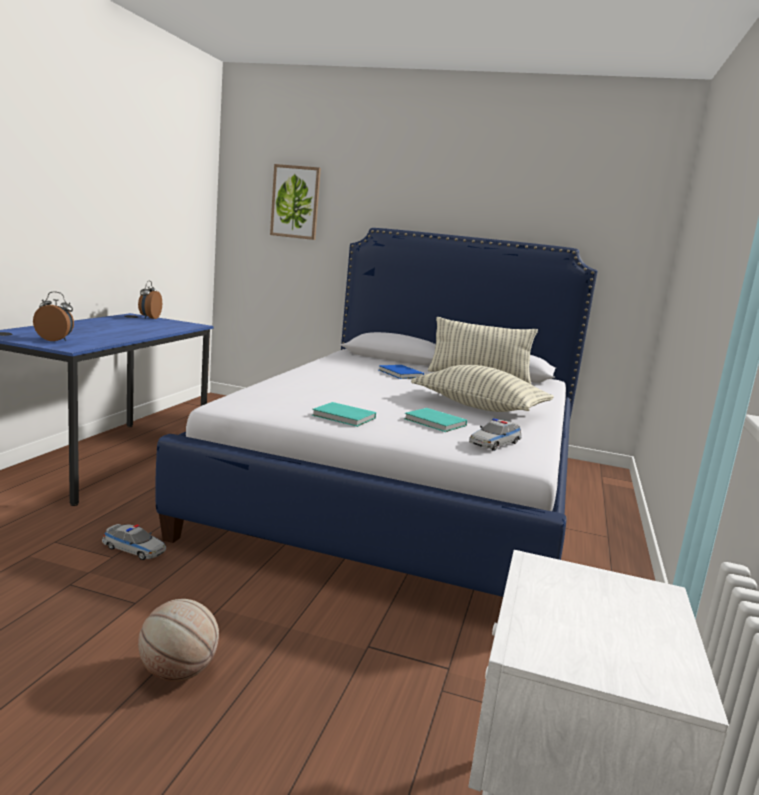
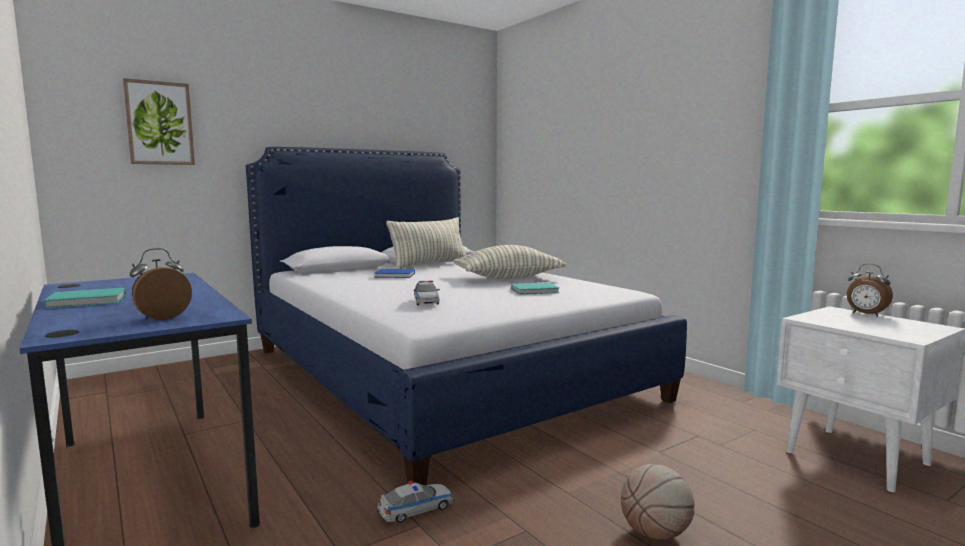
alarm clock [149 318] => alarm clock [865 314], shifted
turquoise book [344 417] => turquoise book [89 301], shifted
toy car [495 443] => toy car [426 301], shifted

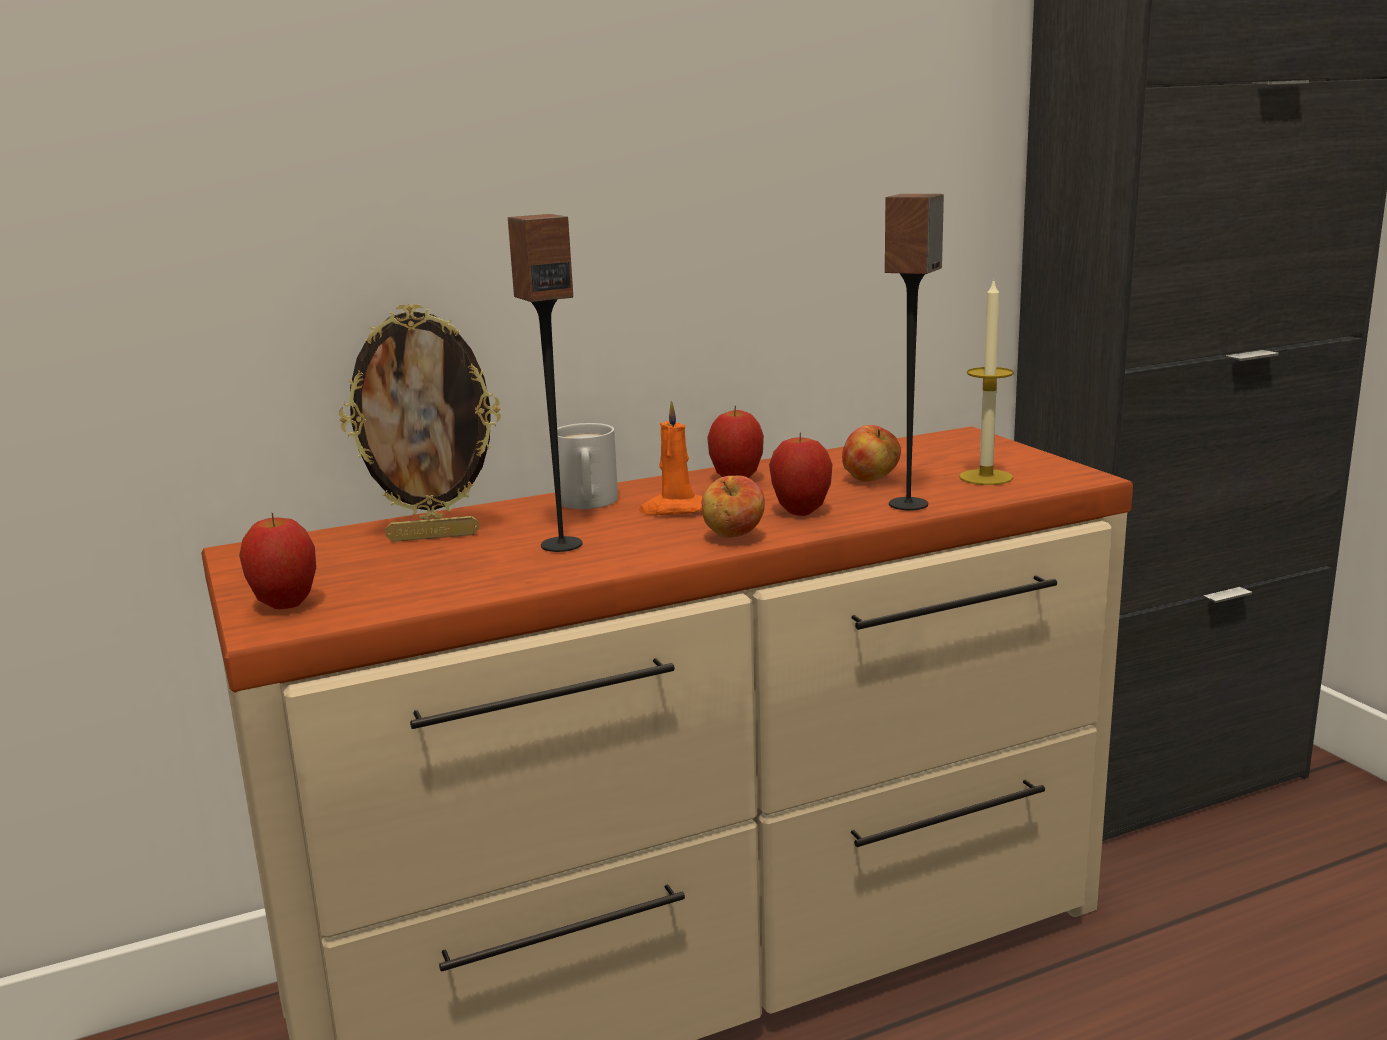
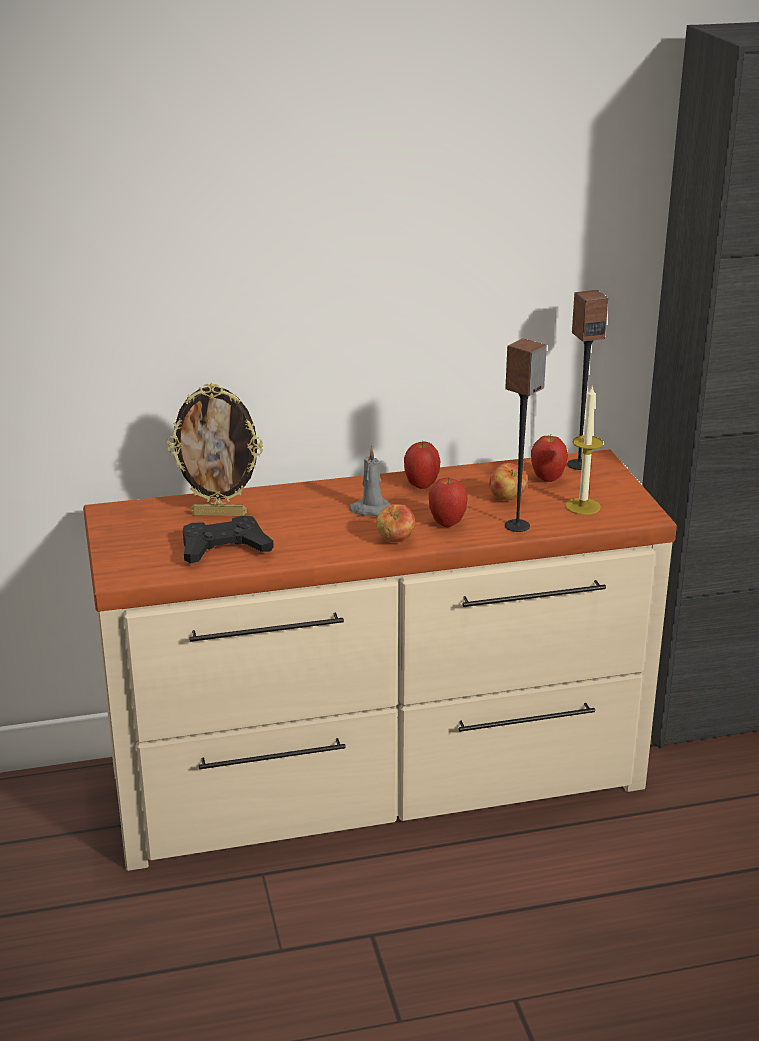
white mug [588 504] => nothing
nothing => black game controller [224 548]
apple [285 605] => apple [547 479], shifted
speaker [561 544] => speaker [578 464], shifted
orange candle [673 509] => grey candle [369 509]

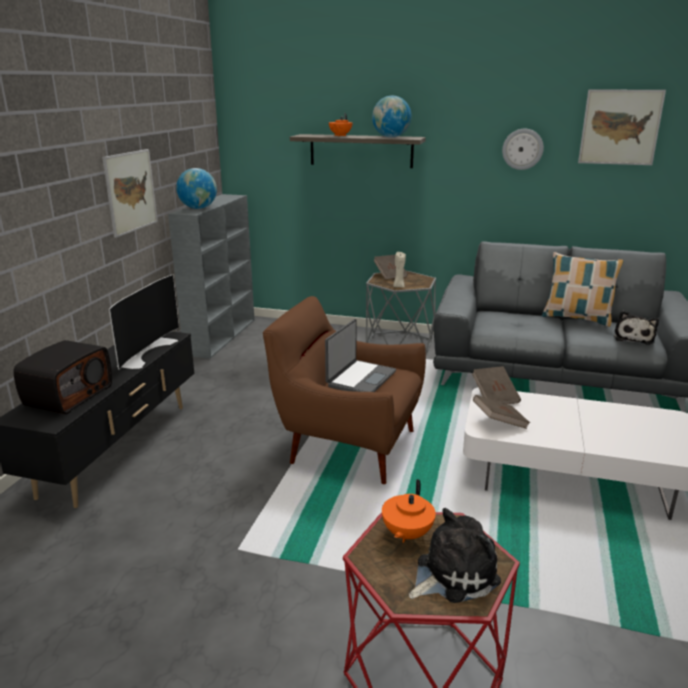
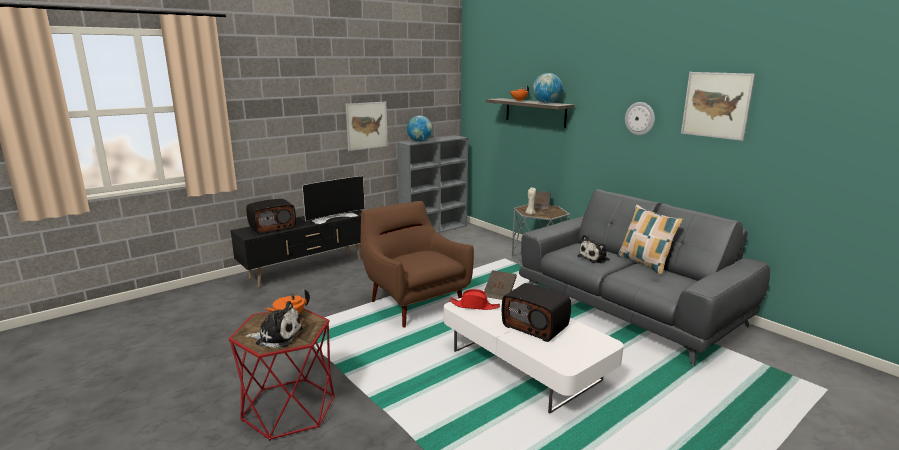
laptop [360 378] => nothing
nothing => radio [536 326]
plush toy [633 338] => plush toy [595 258], shifted
brown book [499 422] => red hat [474 306]

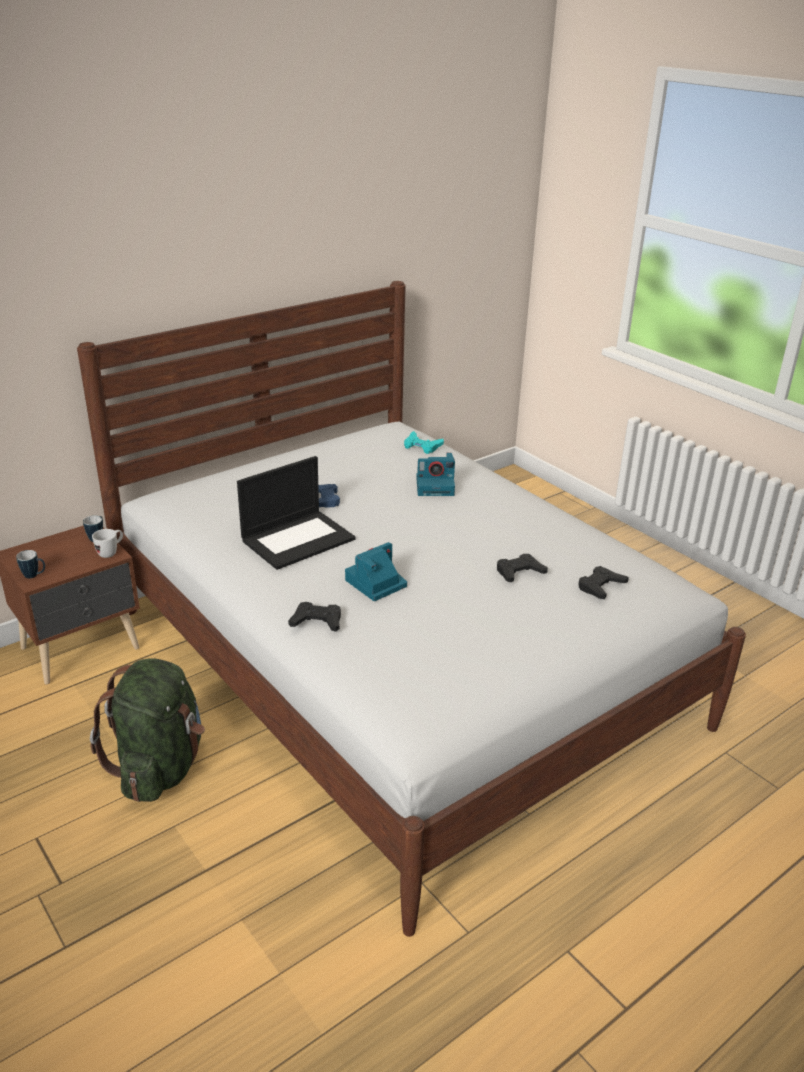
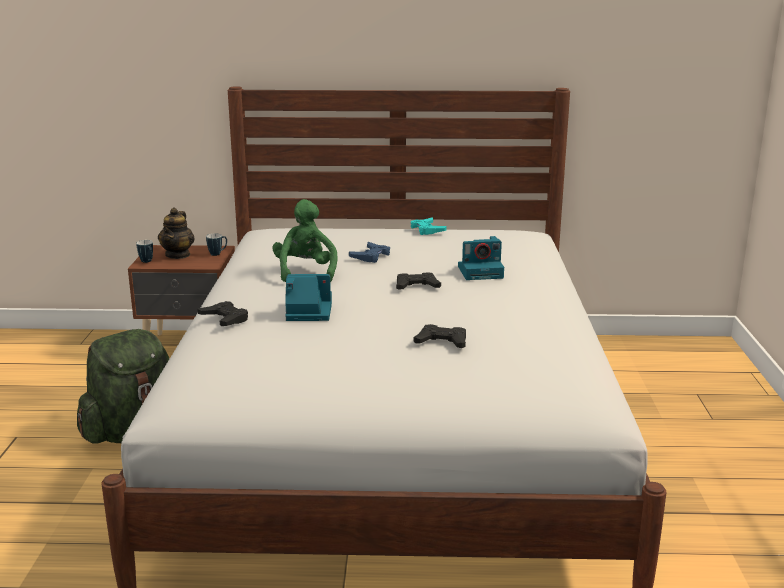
white mug [111 553] => nothing
nothing => teapot [178 255]
turquoise game controller [422 446] => turquoise game controller [427 230], shifted
black game controller [600 586] => black game controller [416 286], shifted
laptop [298 539] => green plush toy [305 272]
photo camera [436 486] => photo camera [481 272], 45 degrees counterclockwise

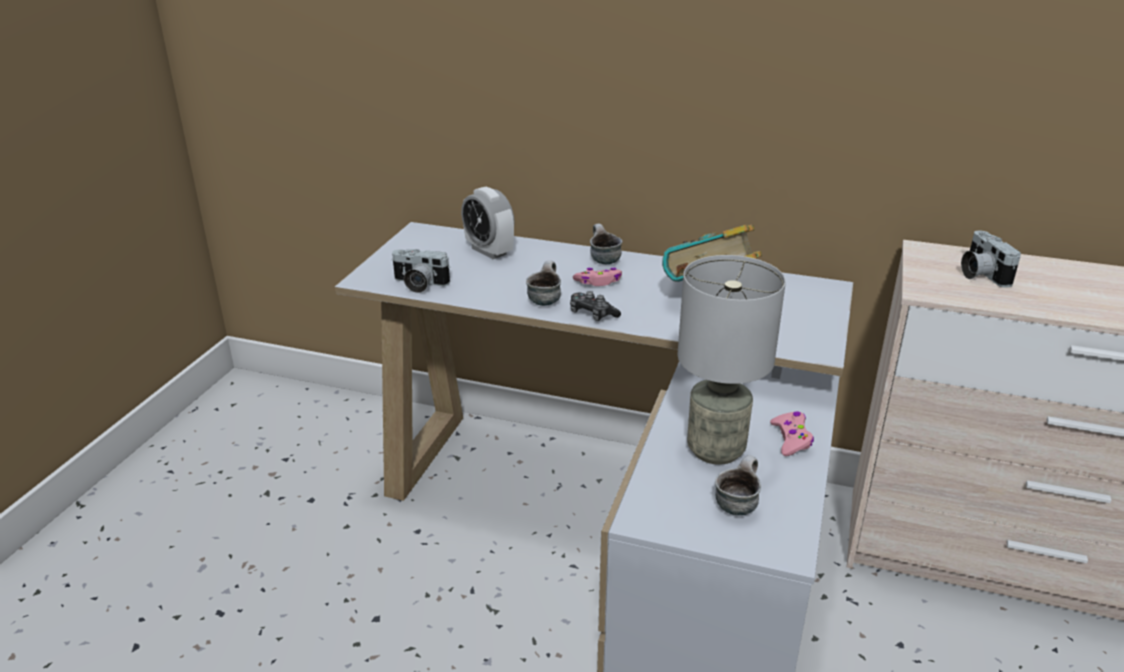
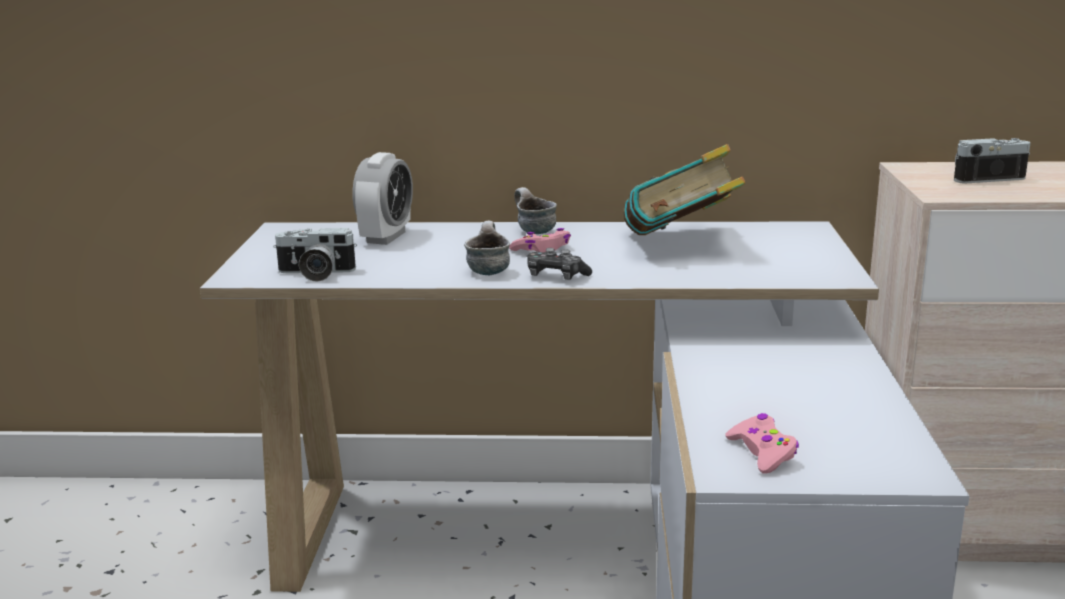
grey table lamp [715 449] => nothing
mug [736 503] => nothing
pink game controller [791 439] => pink game controller [762 452], shifted
alarm clock [489 251] => alarm clock [386 237], 105 degrees counterclockwise
photo camera [980 274] => photo camera [983 178], 105 degrees clockwise

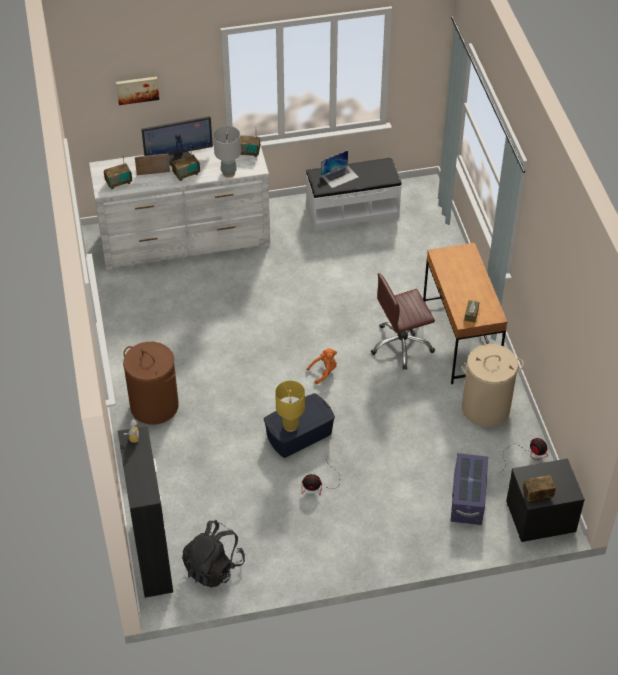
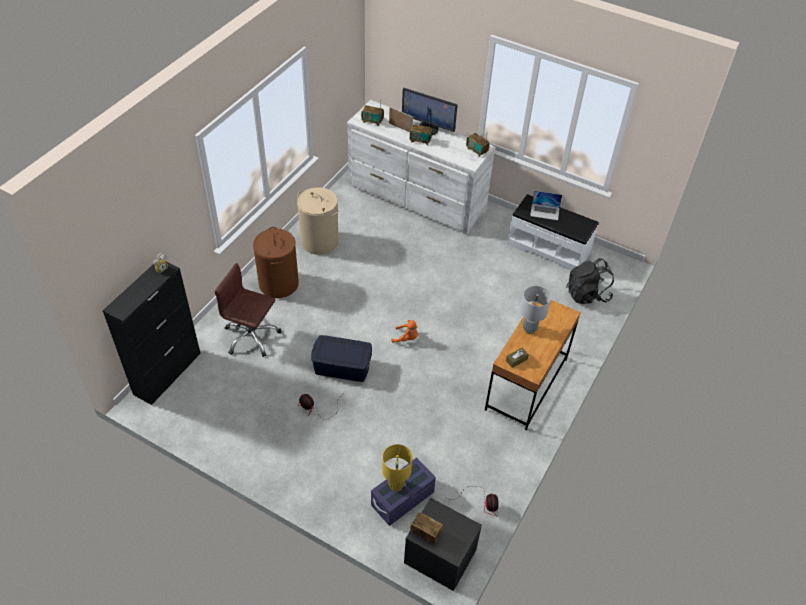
picture [137 89] => nothing
black backpack [214 567] => black backpack [587 294], shifted
grey table lamp [229 173] => grey table lamp [529 329], shifted
yellow table lamp [290 426] => yellow table lamp [396 485], shifted
brown office chair [401 345] => brown office chair [251 337], shifted
beige laundry basket [485 408] => beige laundry basket [320 241], shifted

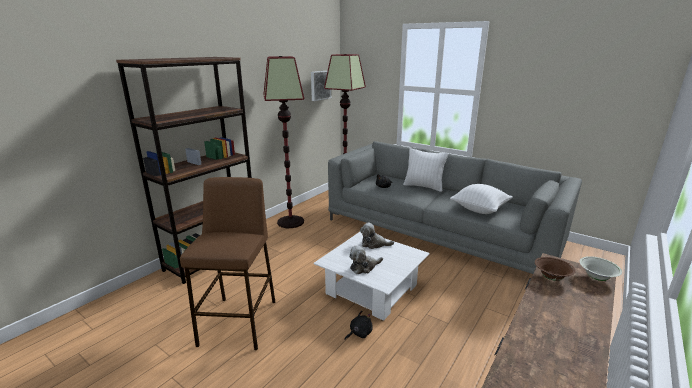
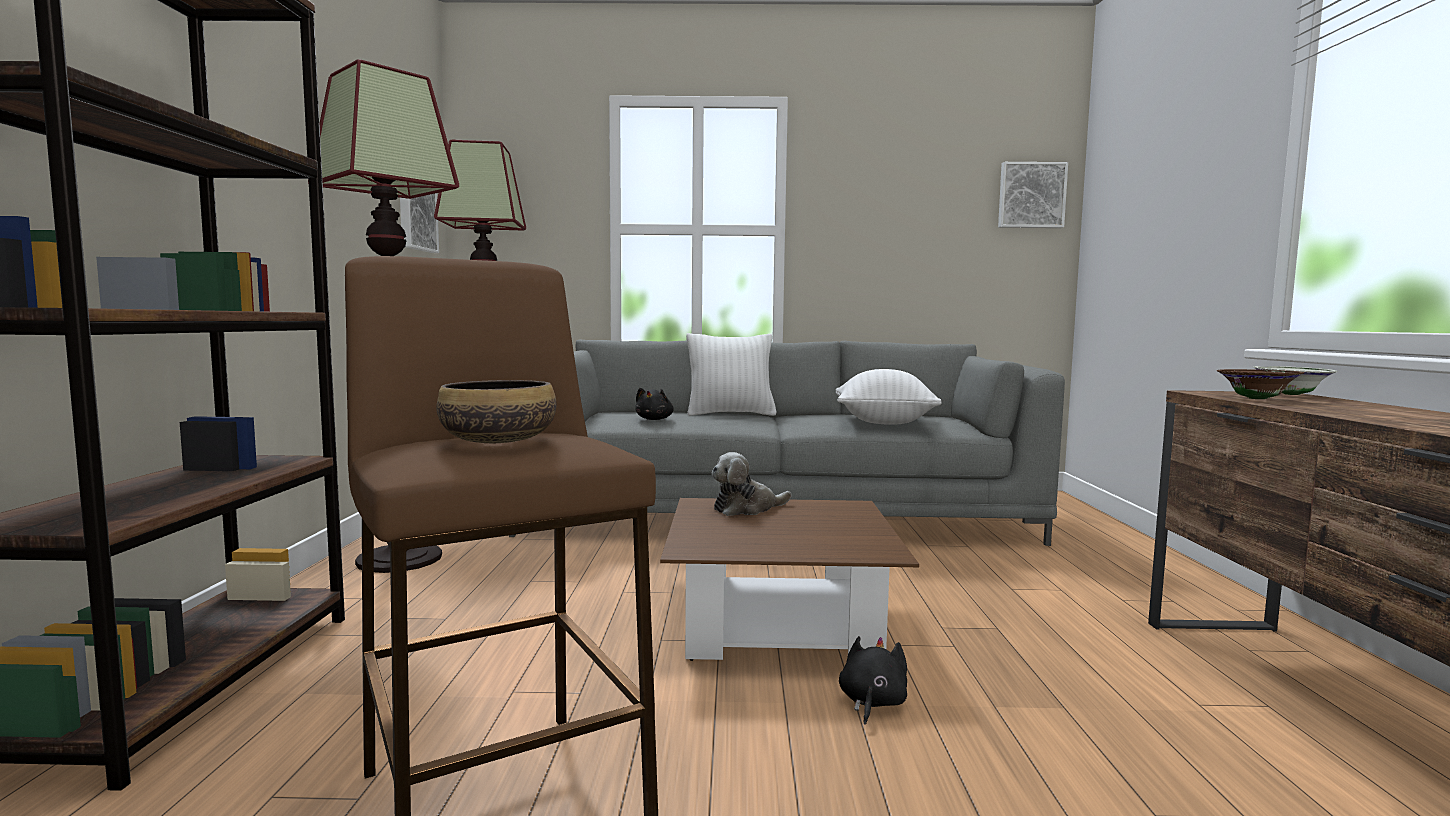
plush toy [364 267] => nothing
nothing => bowl [499 441]
nothing => picture [1031 195]
white coffee table [371 289] => brown coffee table [779 622]

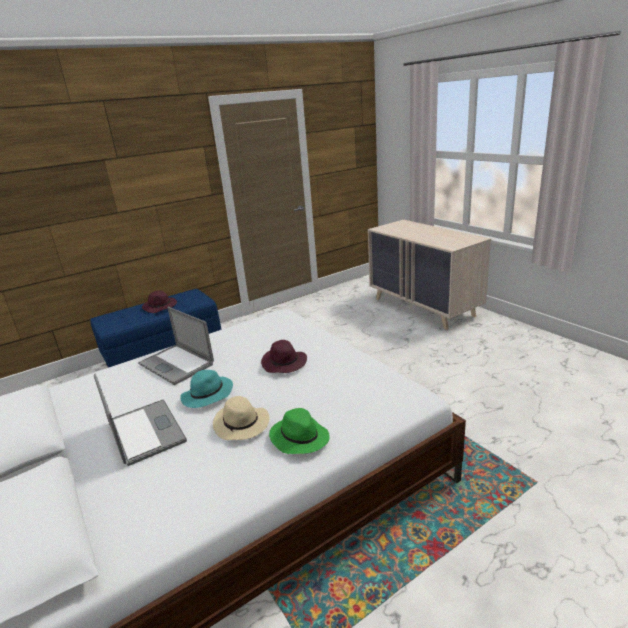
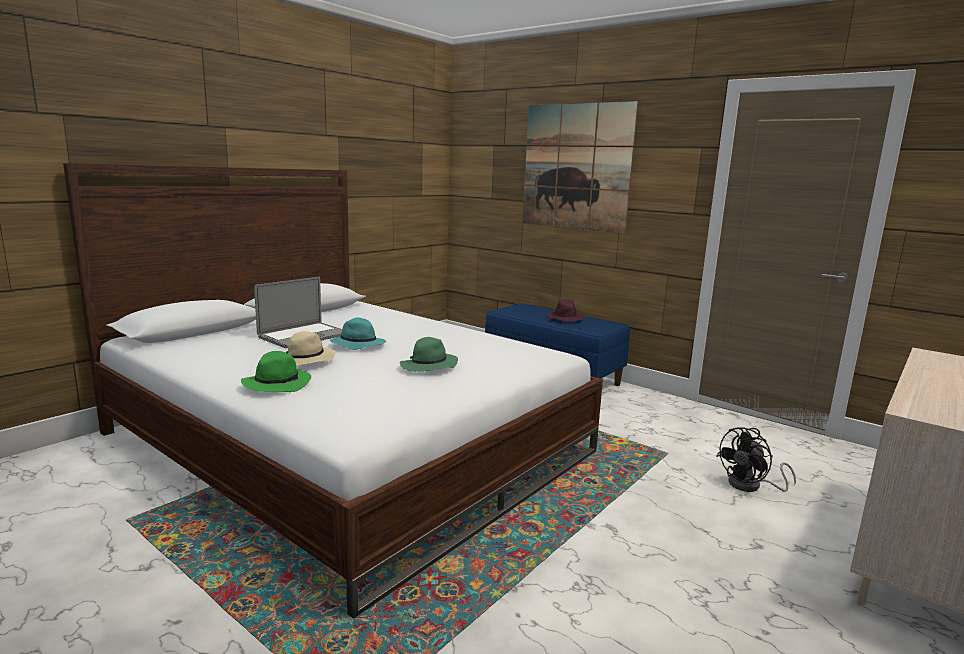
laptop [176 364] => nothing
nothing => picture [576 167]
nothing => black fan [751 486]
purple hat [284 363] => green hat [428 367]

